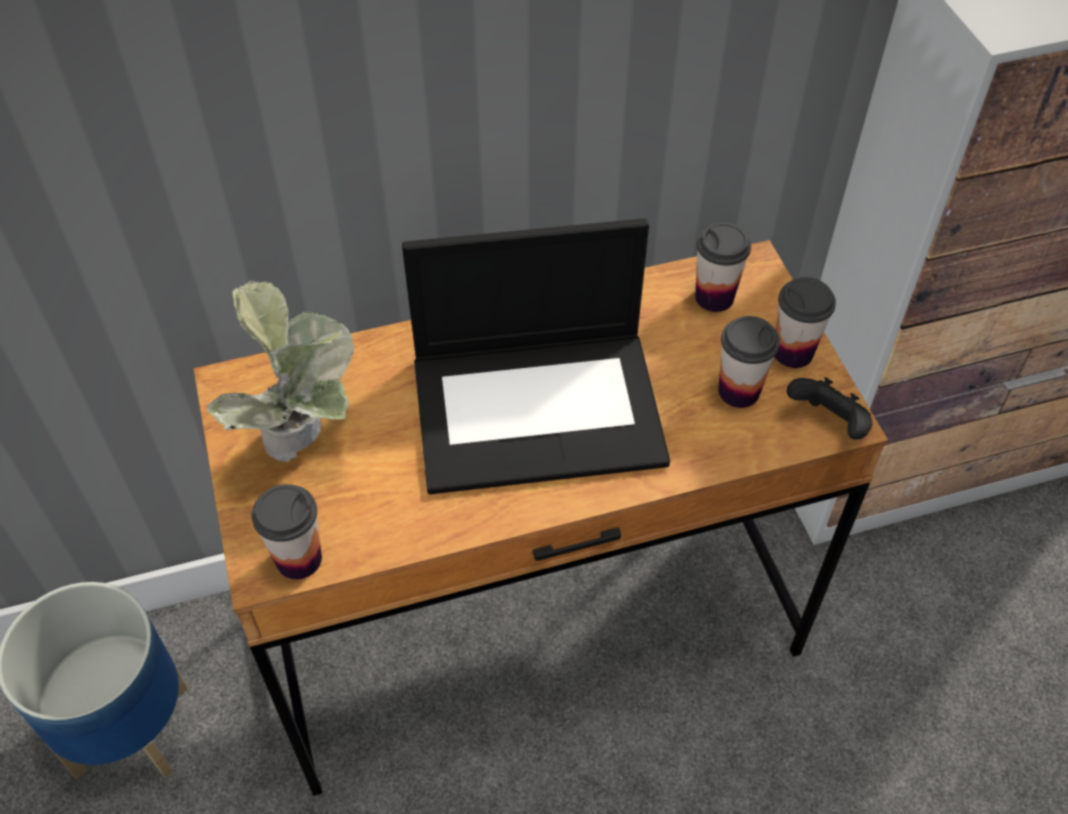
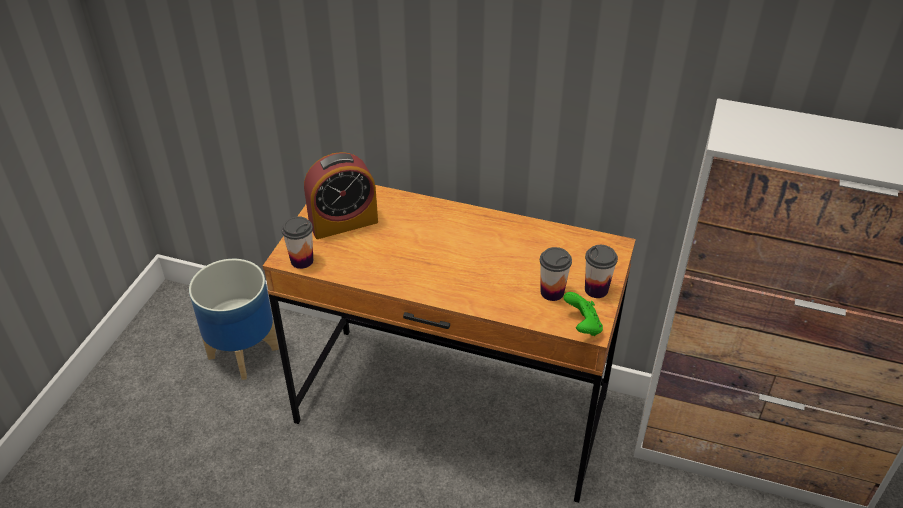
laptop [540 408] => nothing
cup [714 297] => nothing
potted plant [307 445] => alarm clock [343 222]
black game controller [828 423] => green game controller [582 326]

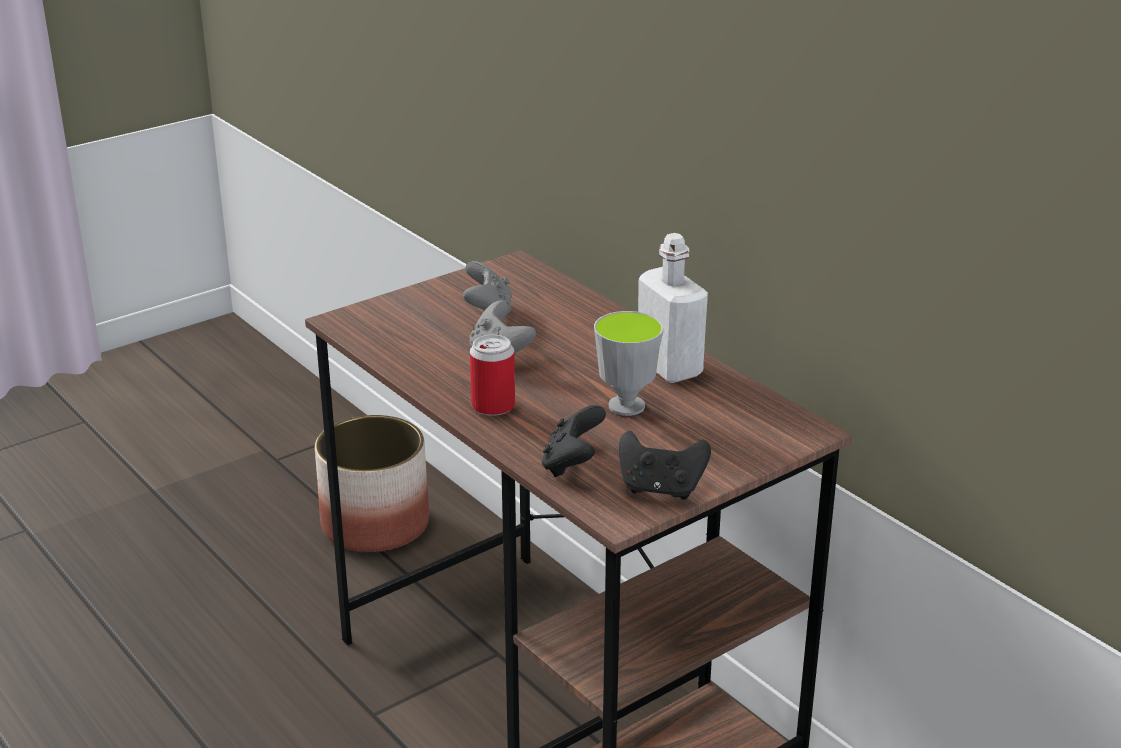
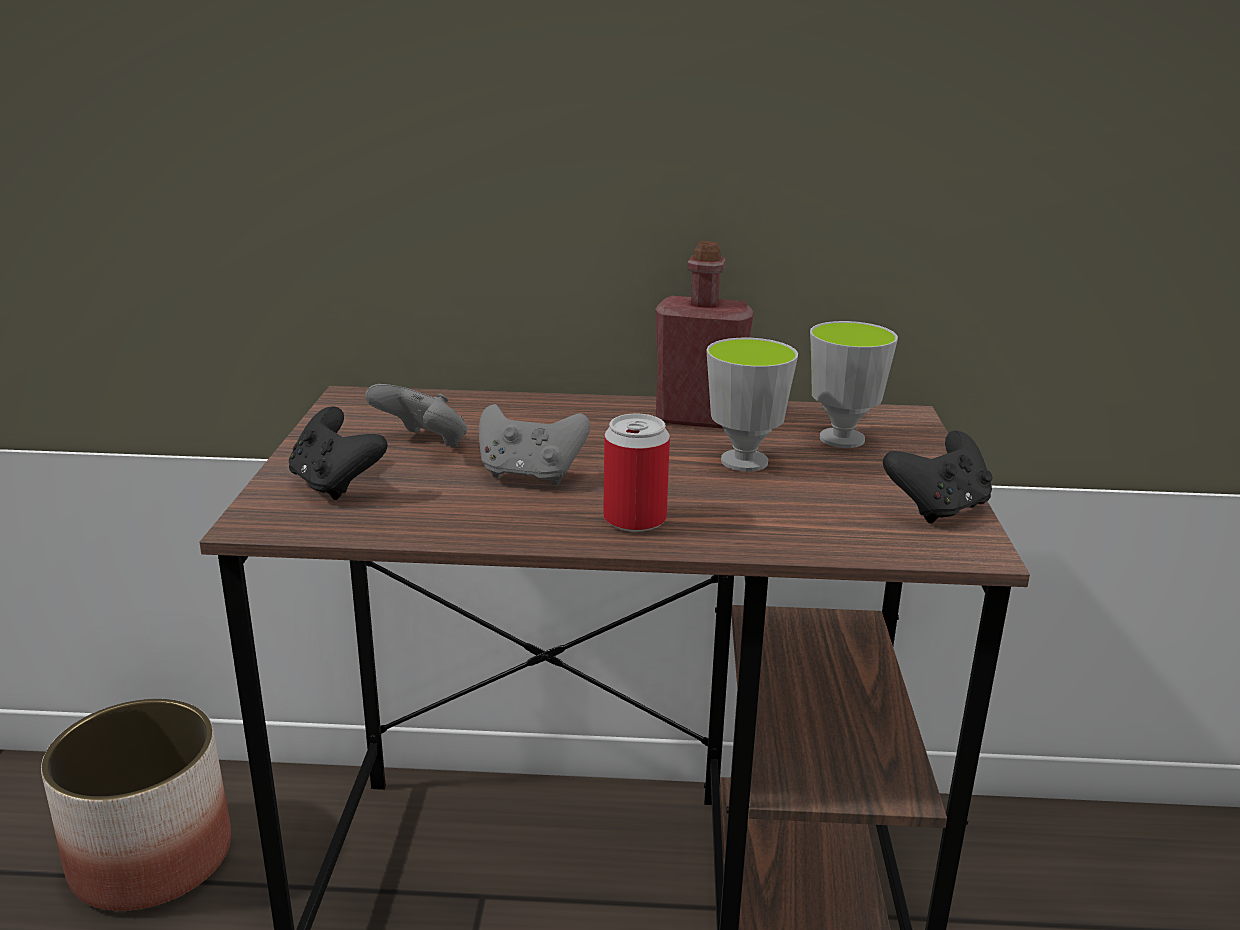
nothing => cup [842 439]
black game controller [572 465] => black game controller [335 484], shifted
white bottle [669 367] => red bottle [699 418]

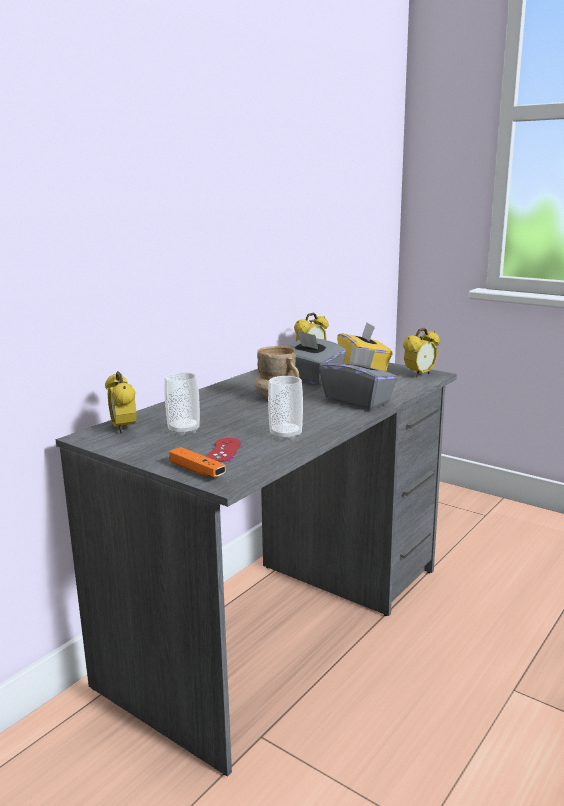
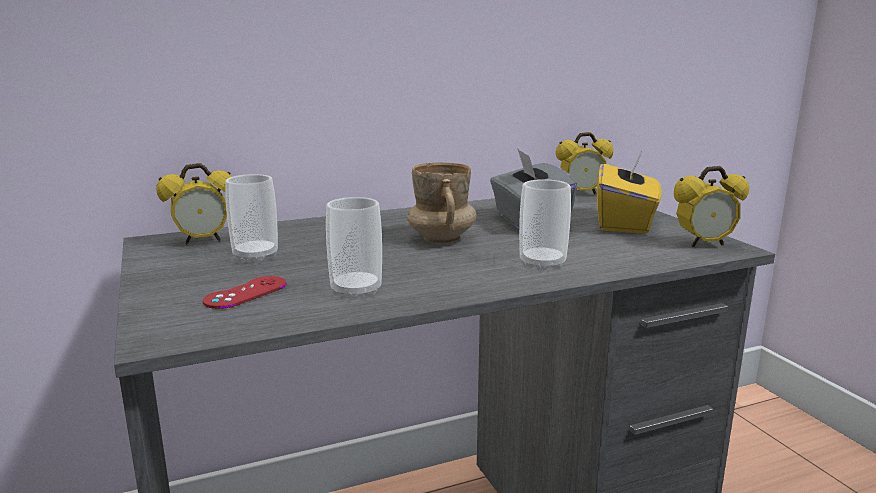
orange game controller [197 470] => nothing
grey tissue box [358 401] => cup [542 264]
alarm clock [123 429] => alarm clock [202 241], 120 degrees counterclockwise

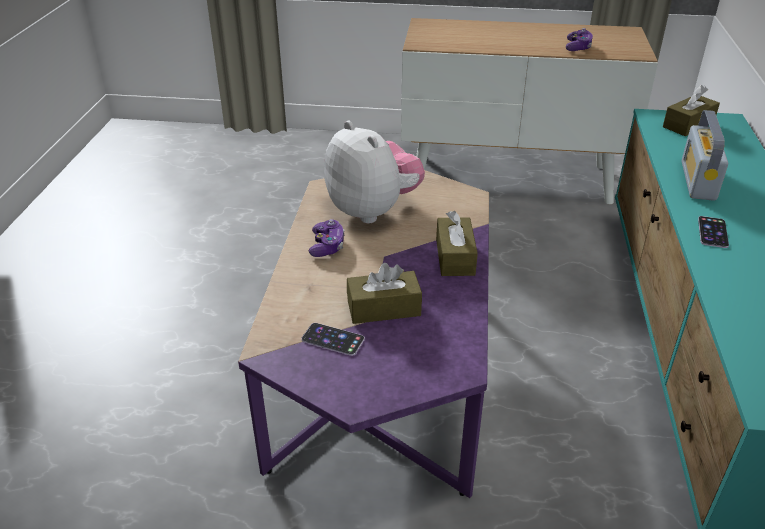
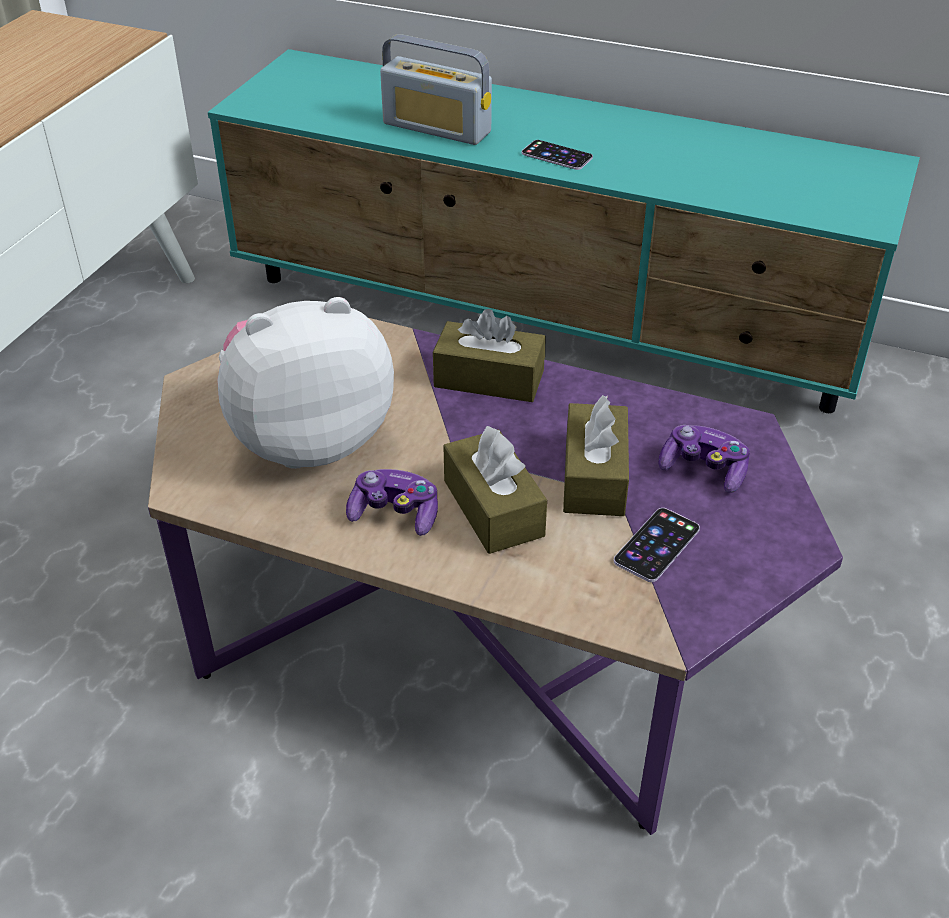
game controller [578 47] => game controller [703 469], shifted
brown tissue box [688 125] => brown tissue box [493 508], shifted

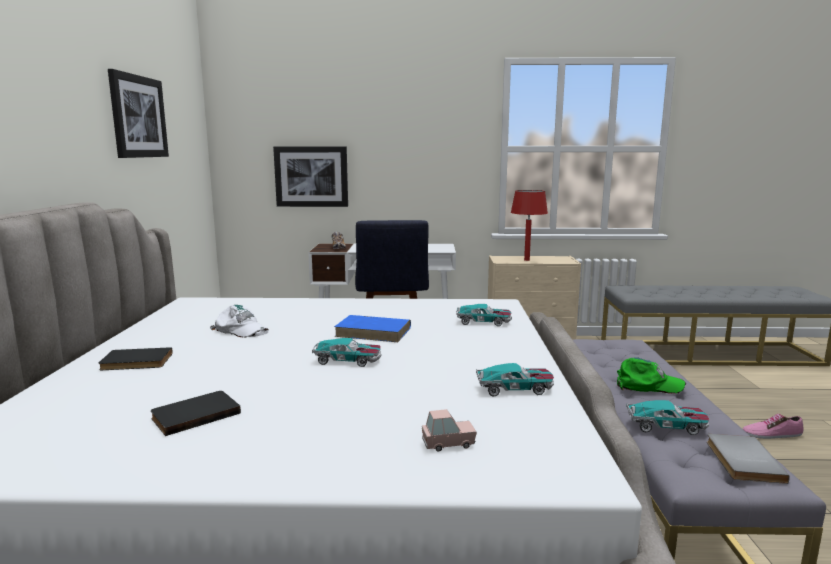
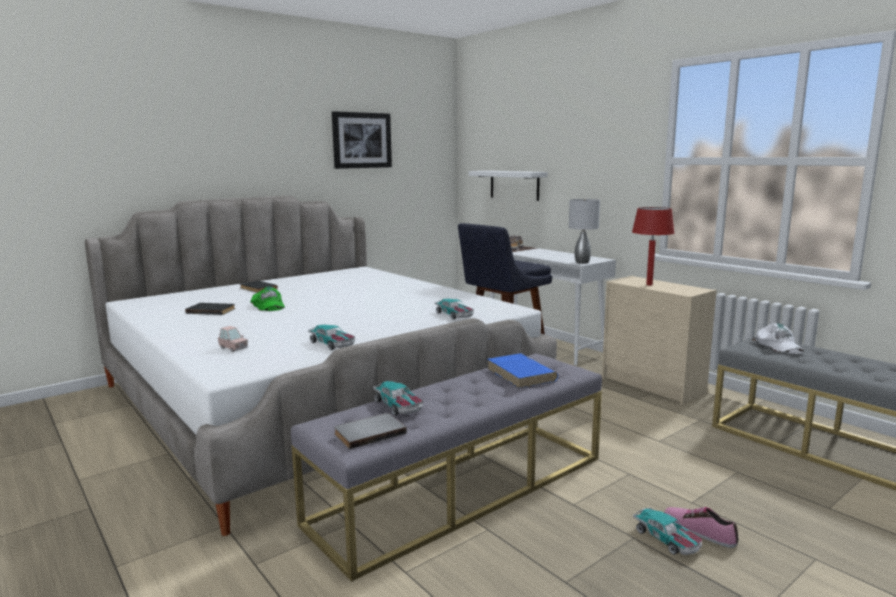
nothing => grey table lamp [582 262]
white cap [241 329] => white cap [778 345], shifted
toy car [348 360] => toy car [667 539], shifted
blue book [374 332] => blue book [521 374], shifted
green cap [648 385] => green cap [268 305], shifted
picture [311 176] => white shelf [514 185]

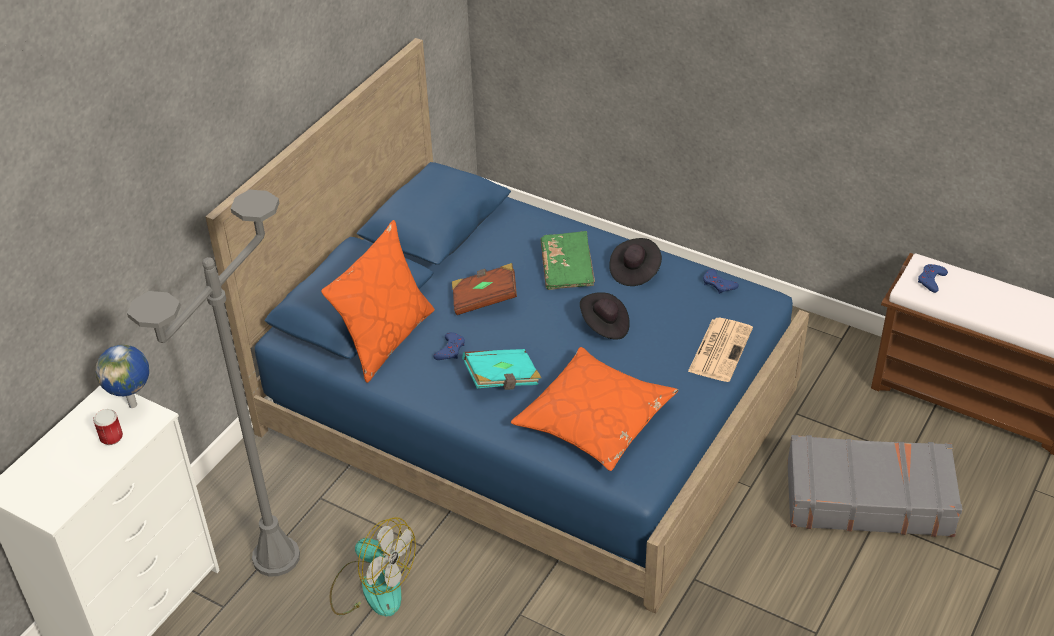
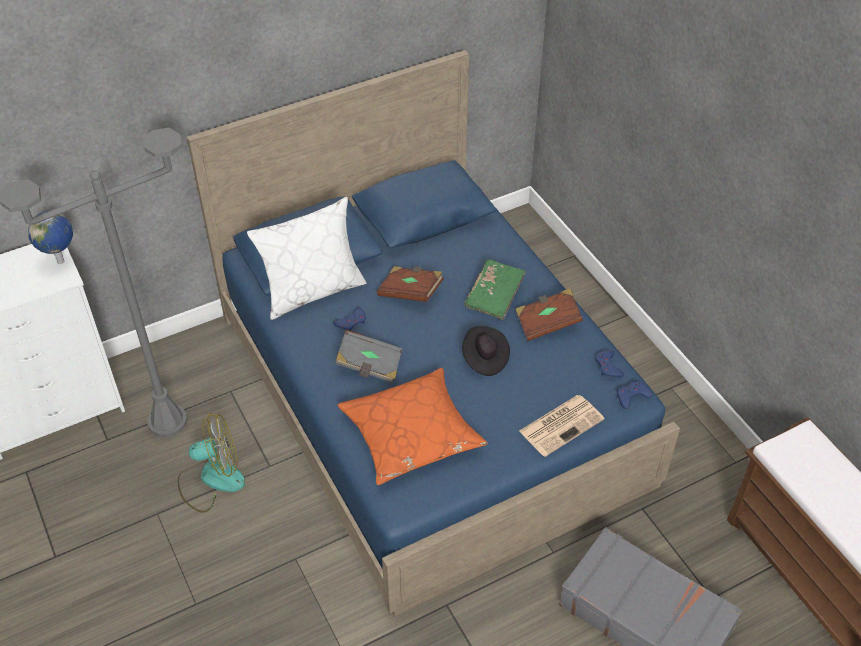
can [111 437] => nothing
blue game controller [931 280] => blue game controller [632 396], shifted
black hat [634 271] => brown book [547 323]
orange pillow [385 339] => white pillow [312 290]
turquoise book [502 379] => grey book [369 365]
fan [372 587] => fan [211 479], 75 degrees counterclockwise

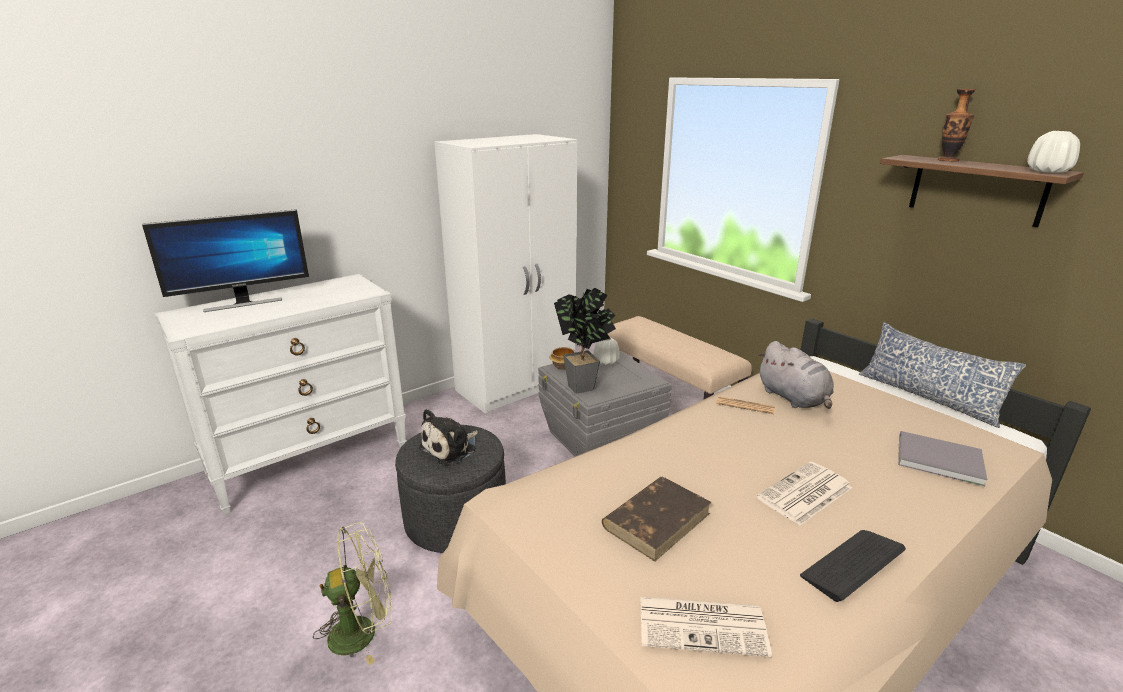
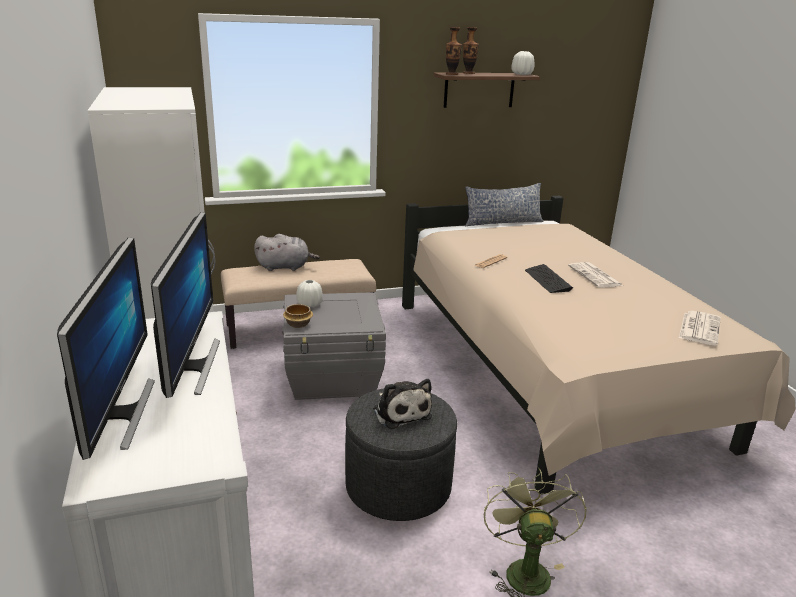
potted plant [585 387] => nothing
brown book [657 519] => nothing
grey book [936 458] => nothing
nothing => monitor [191 366]
nothing => vase [451 74]
grey plush toy [794 398] => grey plush toy [285 267], shifted
keyboard [852 565] => keyboard [547 280], shifted

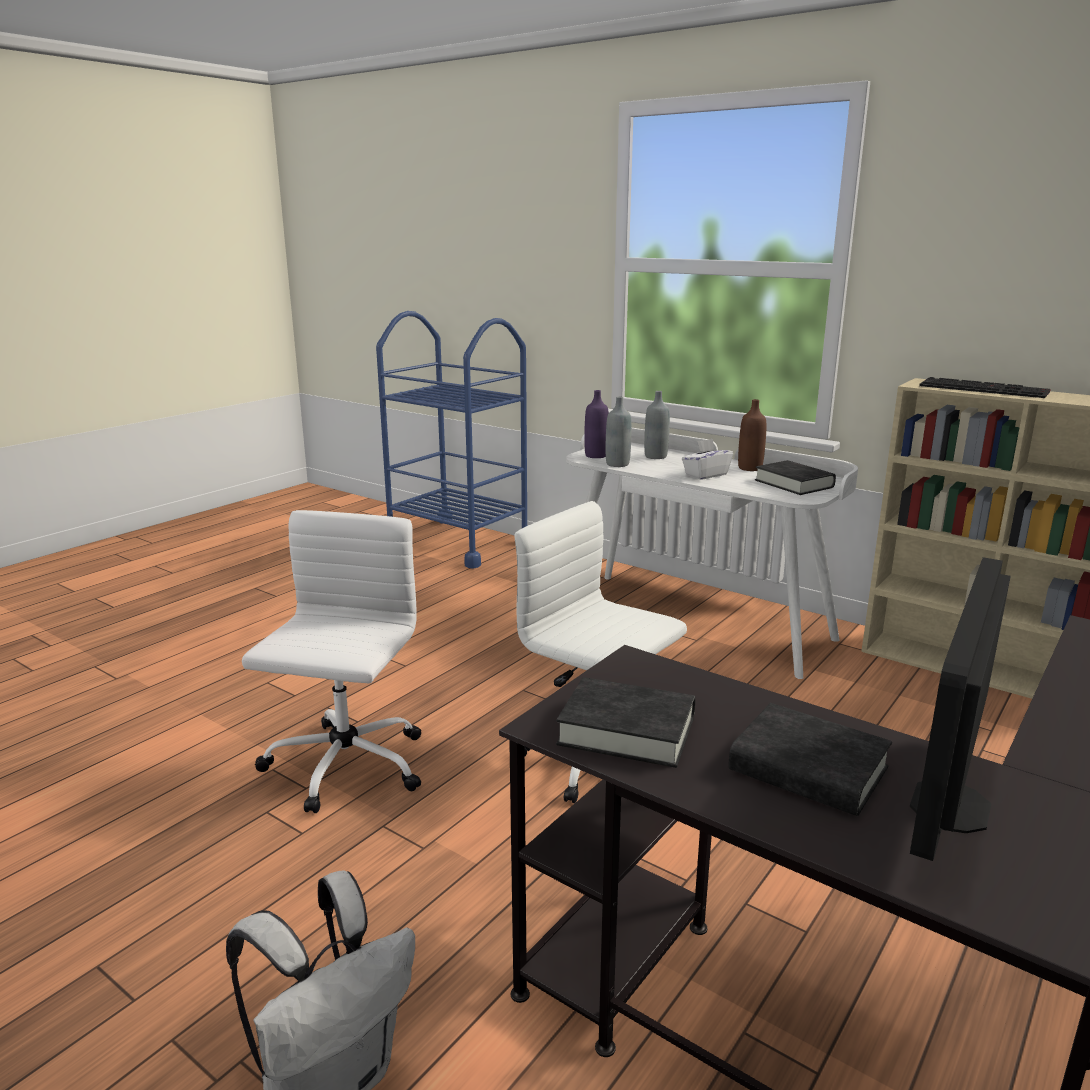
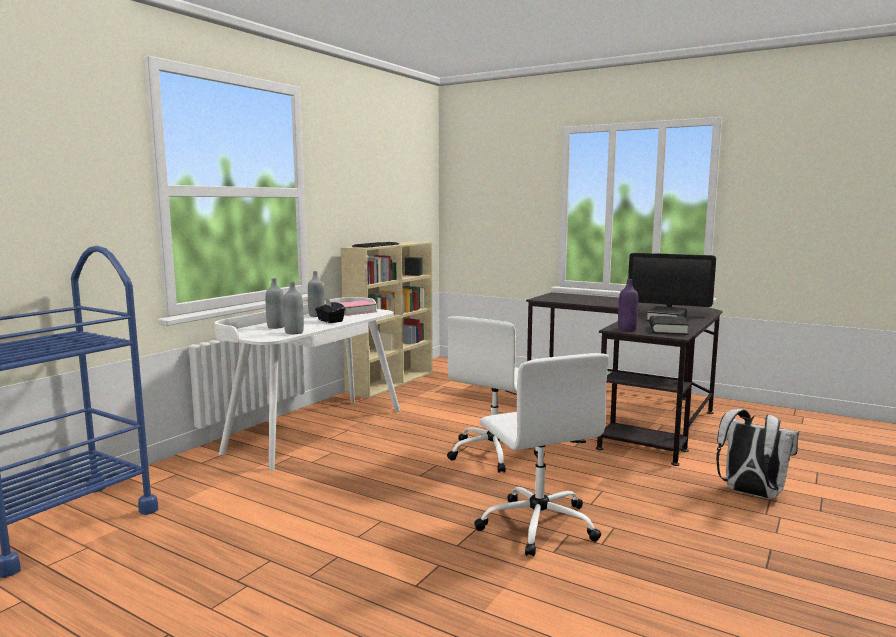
purple bottle [596 455] => purple bottle [627 329], shifted
white tissue box [705 475] => black tissue box [330 321]
brown bottle [750 468] => grey bottle [316 315]
black book [794 484] => pink book [354 312]
white office chair [344 767] => white office chair [538 524], 120 degrees counterclockwise

